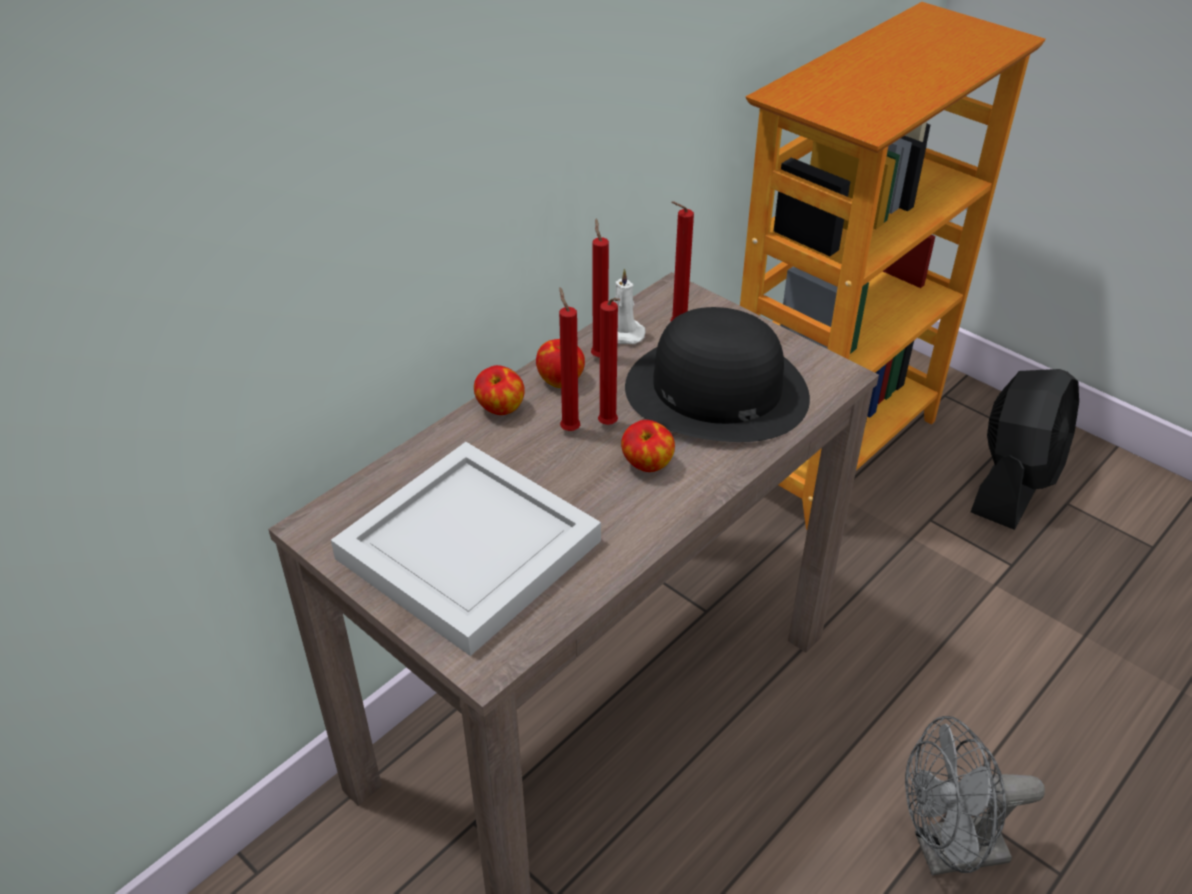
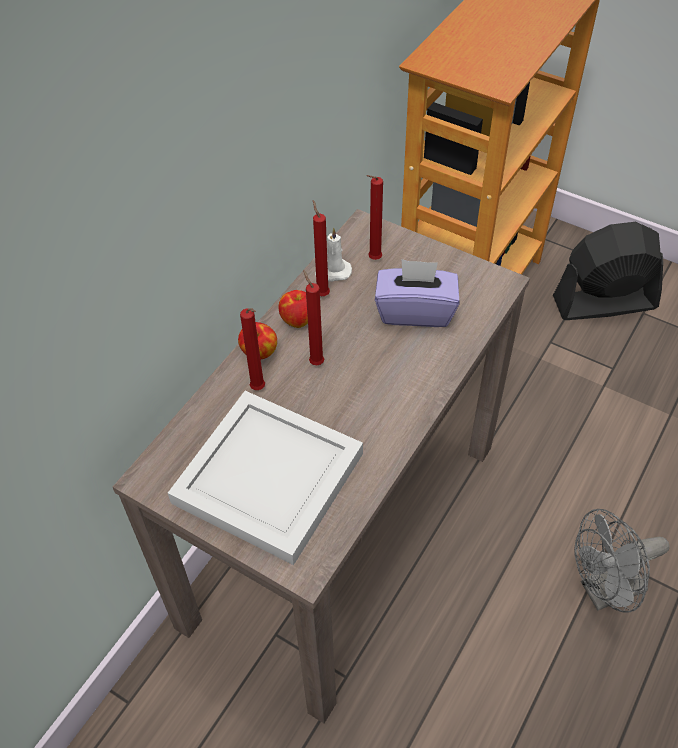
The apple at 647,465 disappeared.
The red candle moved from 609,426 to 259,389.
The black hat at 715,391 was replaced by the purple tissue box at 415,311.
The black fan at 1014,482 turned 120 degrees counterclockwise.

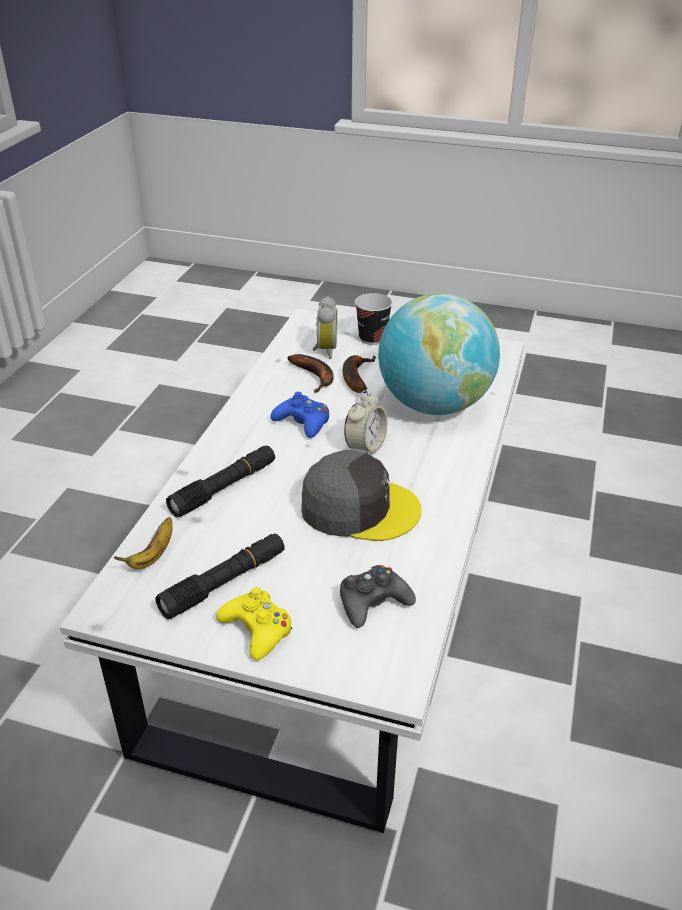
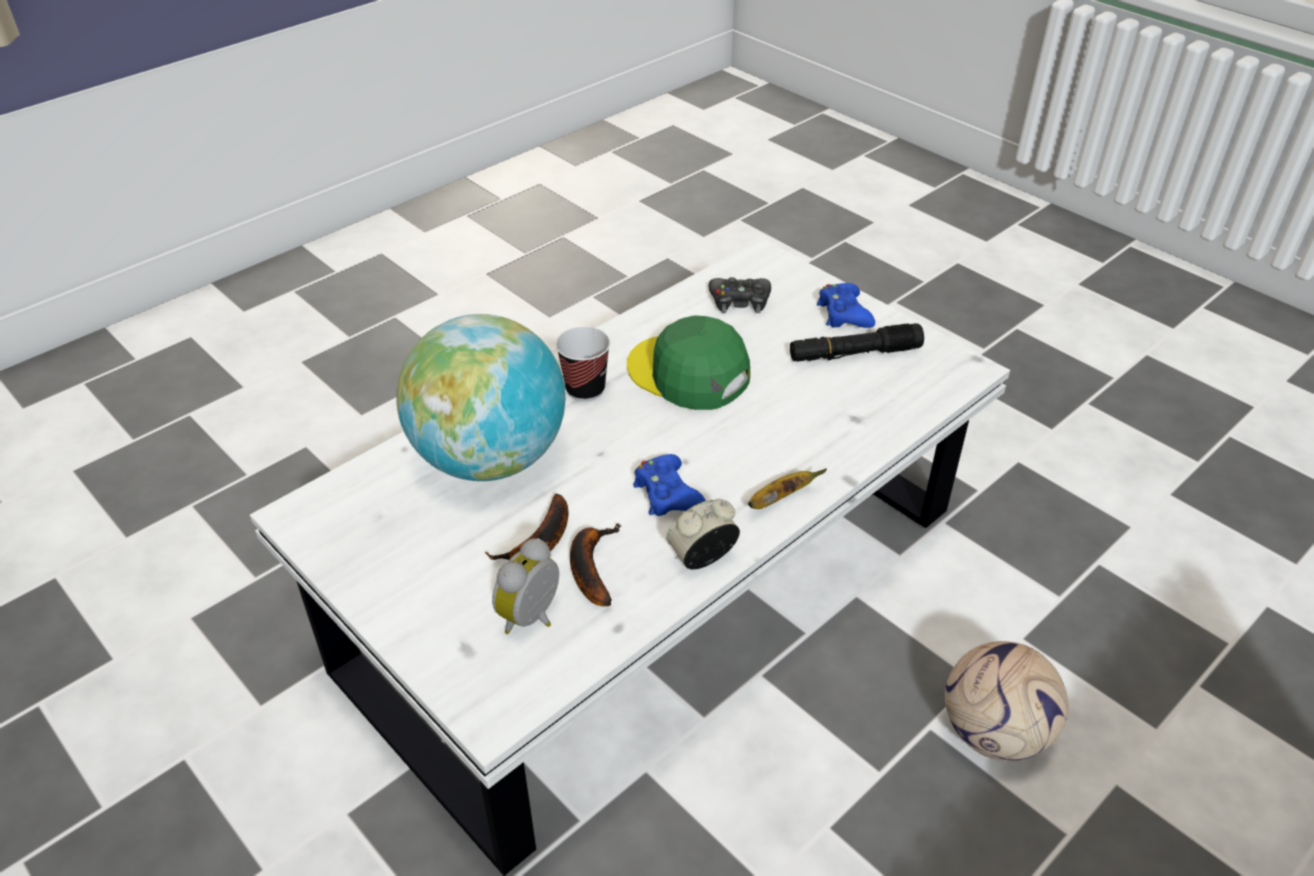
The black flashlight at 224,488 disappeared.
The football at 995,732 appeared.
The banana moved from 153,555 to 780,499.
The alarm clock moved from 365,447 to 702,558.
The cup moved from 372,338 to 585,390.
The yellow game controller at 257,629 became the blue game controller at 843,314.
The grey cap at 359,508 became the green cap at 688,373.

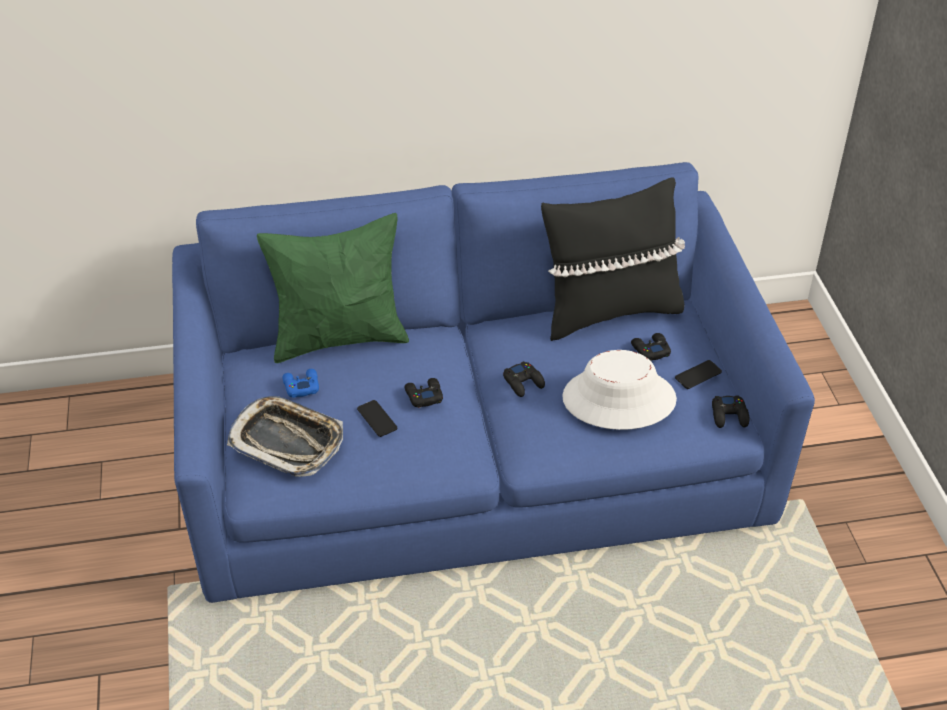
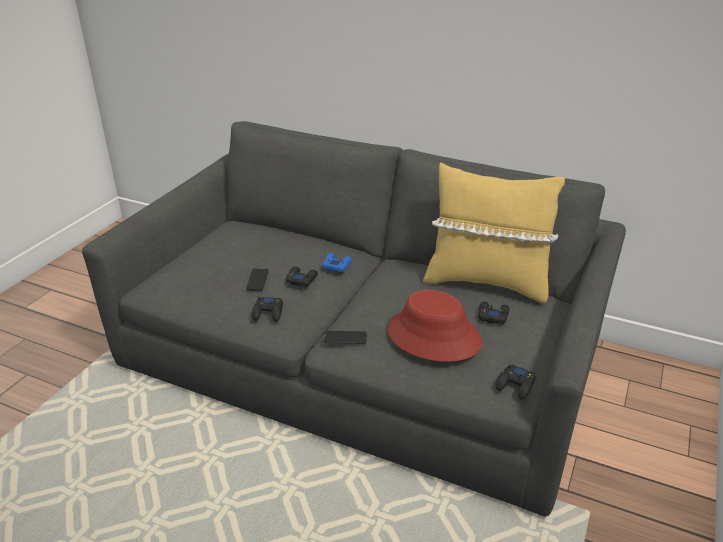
The tray at 287,441 disappeared.
The green pillow at 339,338 disappeared.
The blue game controller moved from 301,386 to 336,265.
The black game controller moved from 523,382 to 268,313.
The phone moved from 698,375 to 345,338.
The blue sofa at 474,449 became the grey sofa at 363,357.
The black pillow at 609,312 became the yellow pillow at 486,282.
The white hat at 619,399 became the red hat at 433,336.

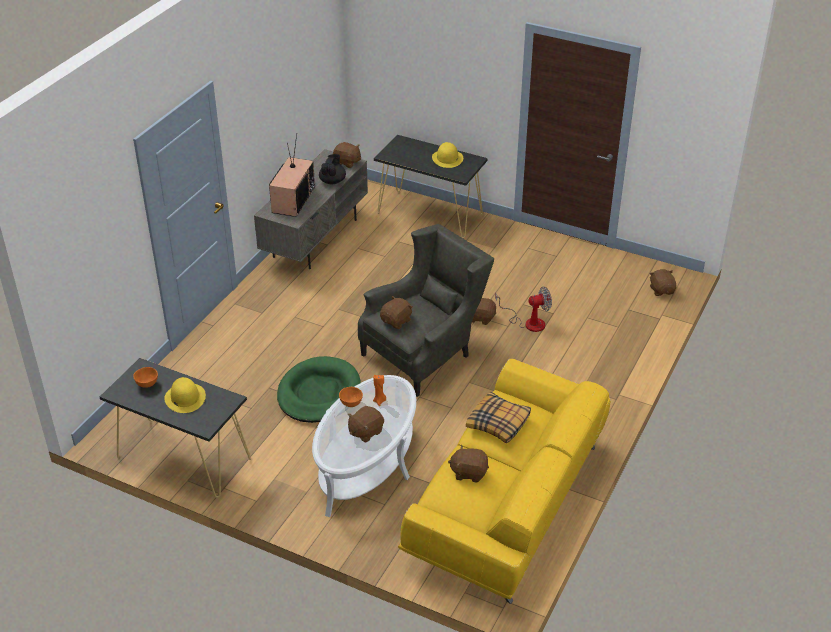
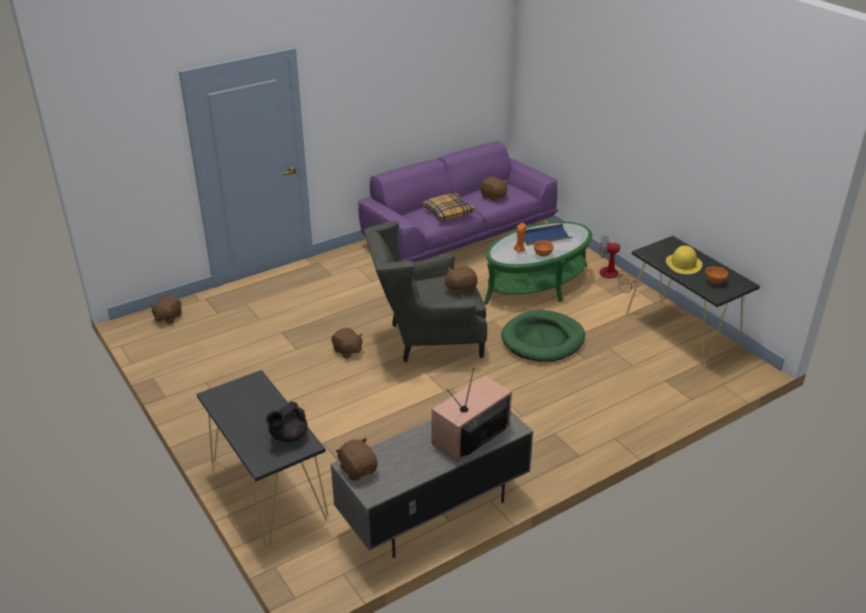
The yellow hat at 447,158 disappeared.
The black teapot moved from 332,181 to 288,436.
The fan moved from 528,322 to 612,276.
The brown plush toy at 365,432 was replaced by the blue tray at 544,237.
The white coffee table at 367,462 became the green coffee table at 536,284.
The yellow sofa at 507,503 became the purple sofa at 459,236.

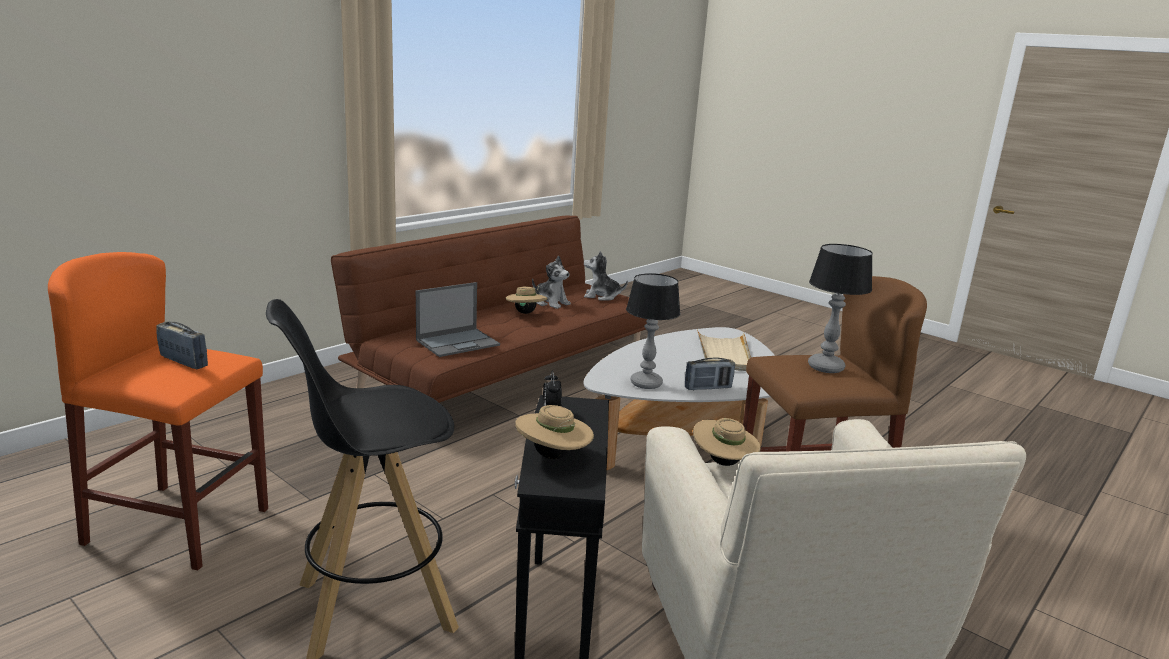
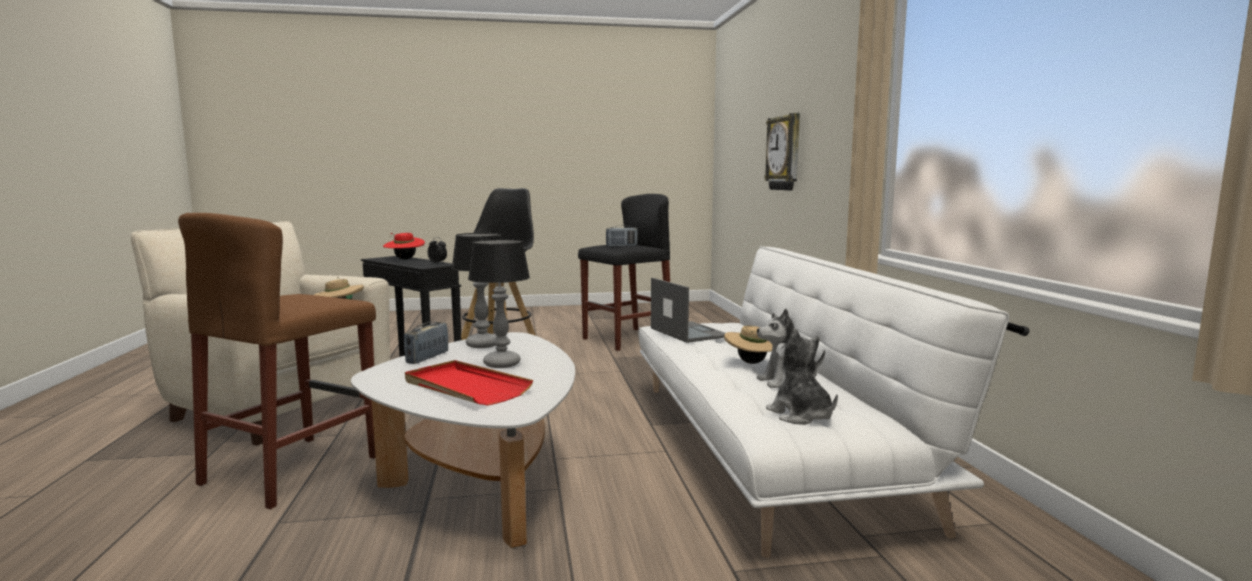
The wall clock at 785,153 appeared.
The table lamp moved from 825,367 to 502,364.
The orange stool at 179,526 became the black stool at 627,339.
The brown sofa at 506,373 became the white sofa at 767,445.
The beige hat at 553,456 became the red hat at 404,259.
The beige tray at 724,354 became the red tray at 465,387.
The laptop at 458,342 turned 150 degrees clockwise.
The plush toy at 601,296 turned 75 degrees counterclockwise.

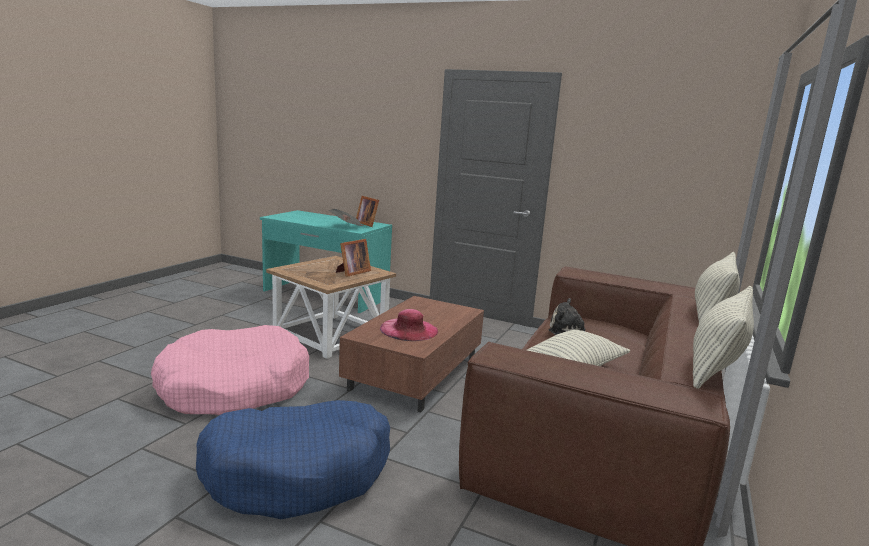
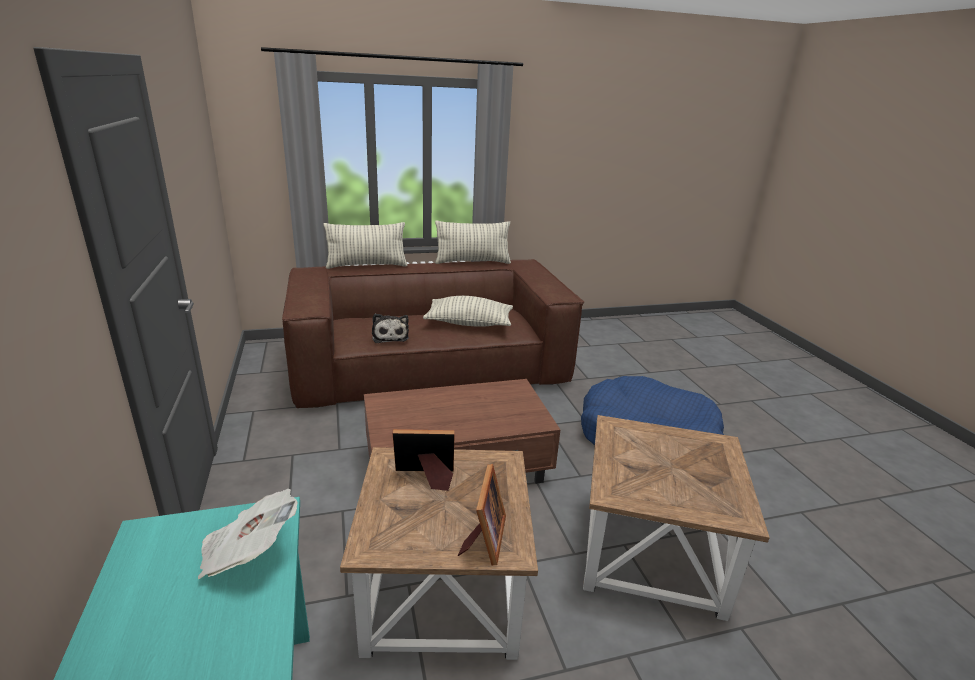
The pink hat at 409,329 disappeared.
The picture frame moved from 367,224 to 484,539.
The pink dog bed at 234,387 was replaced by the brown side table at 649,553.

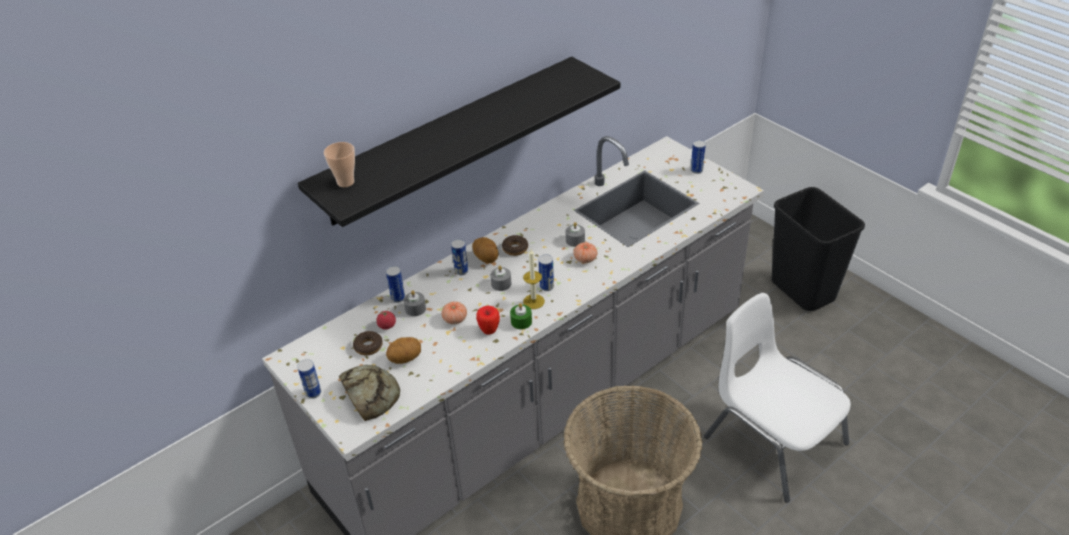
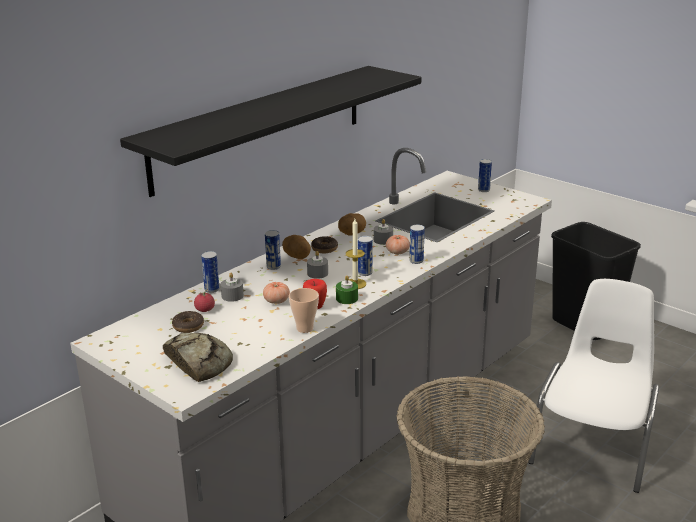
The can moved from 313,393 to 416,261.
The cup moved from 345,182 to 304,328.
The potato moved from 405,358 to 351,234.
The white chair at 772,440 turned 75 degrees clockwise.

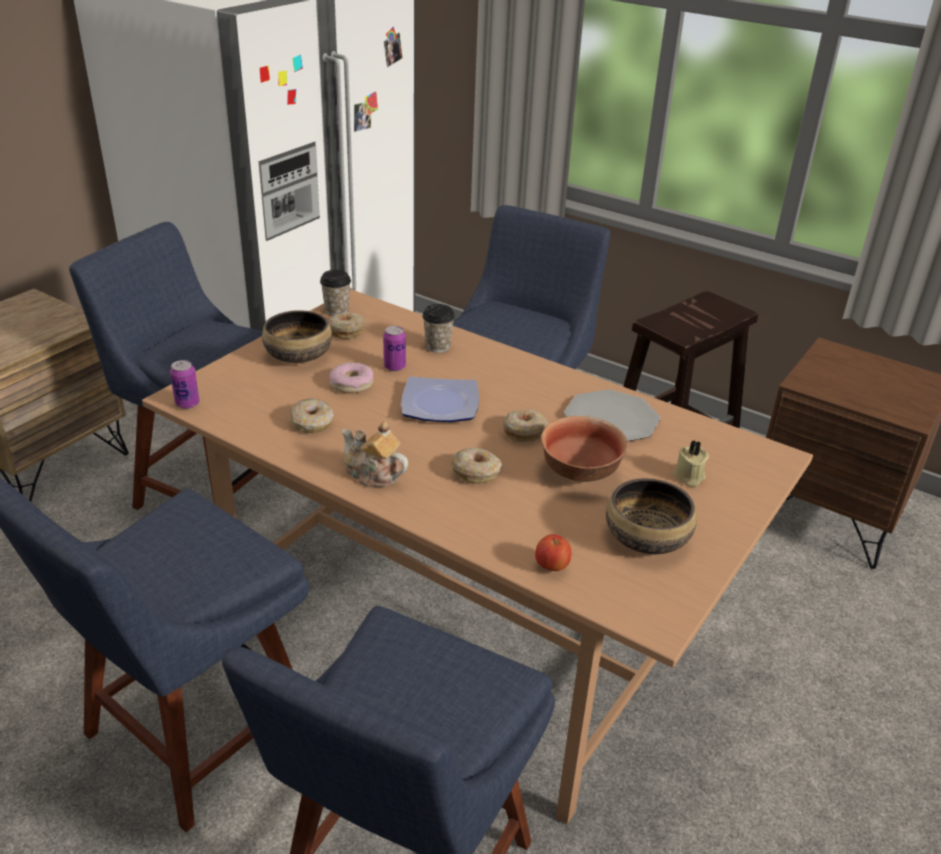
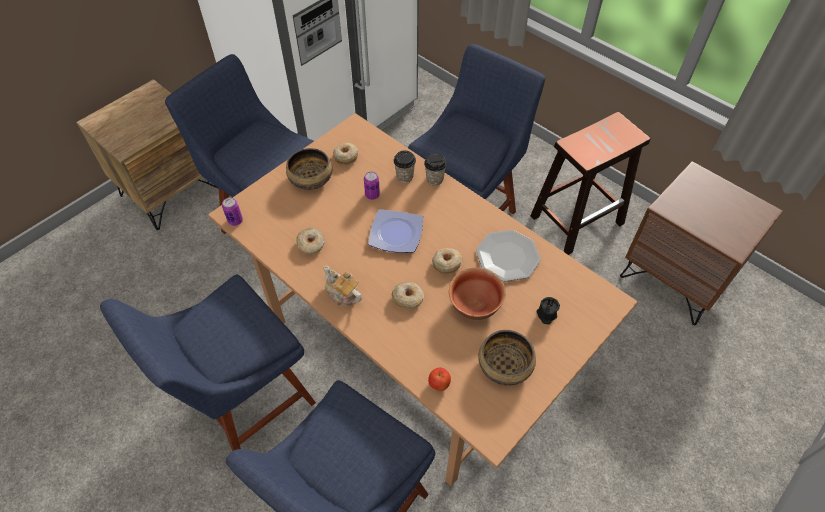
The donut at 351,384 disappeared.
The cup moved from 336,310 to 434,179.
The beige candle at 688,477 became the black candle at 546,315.

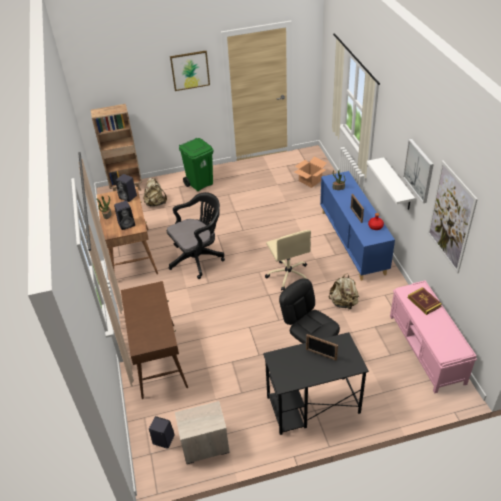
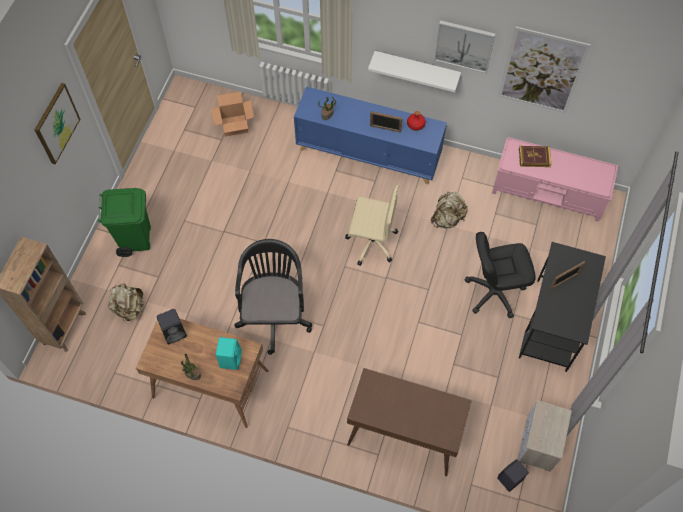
The black speaker at 127,224 became the turquoise speaker at 230,358.

